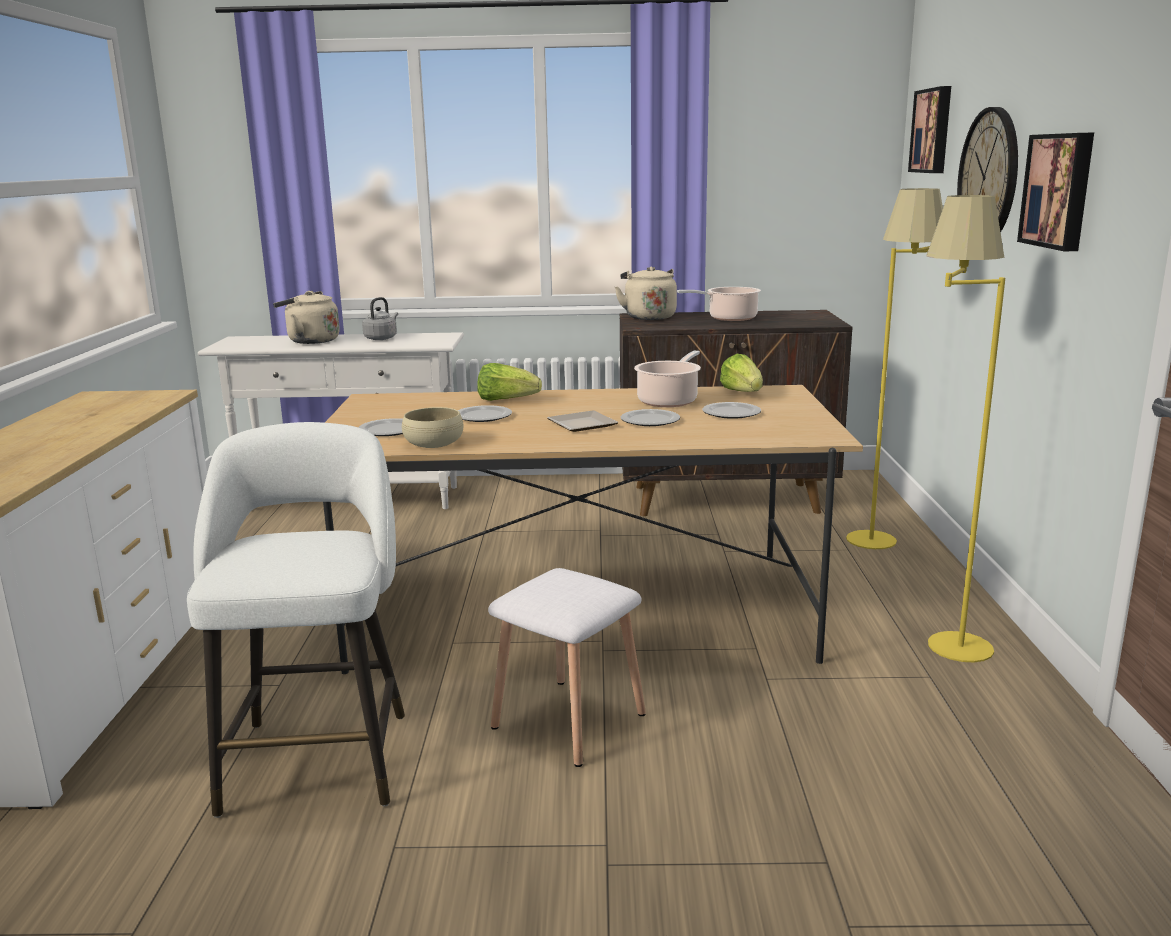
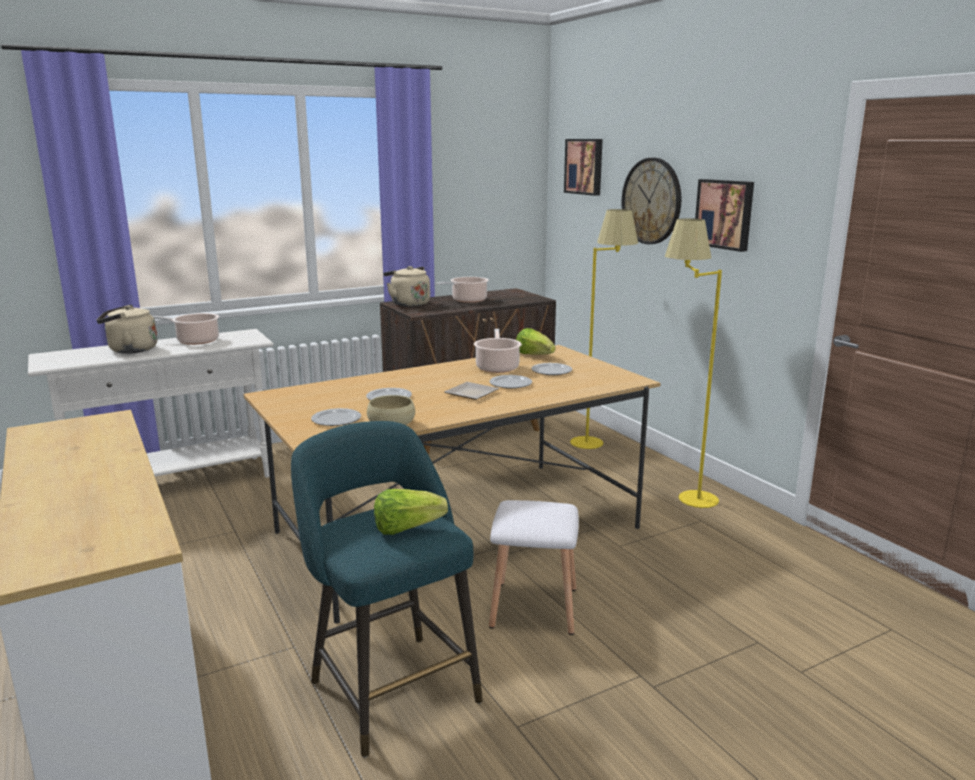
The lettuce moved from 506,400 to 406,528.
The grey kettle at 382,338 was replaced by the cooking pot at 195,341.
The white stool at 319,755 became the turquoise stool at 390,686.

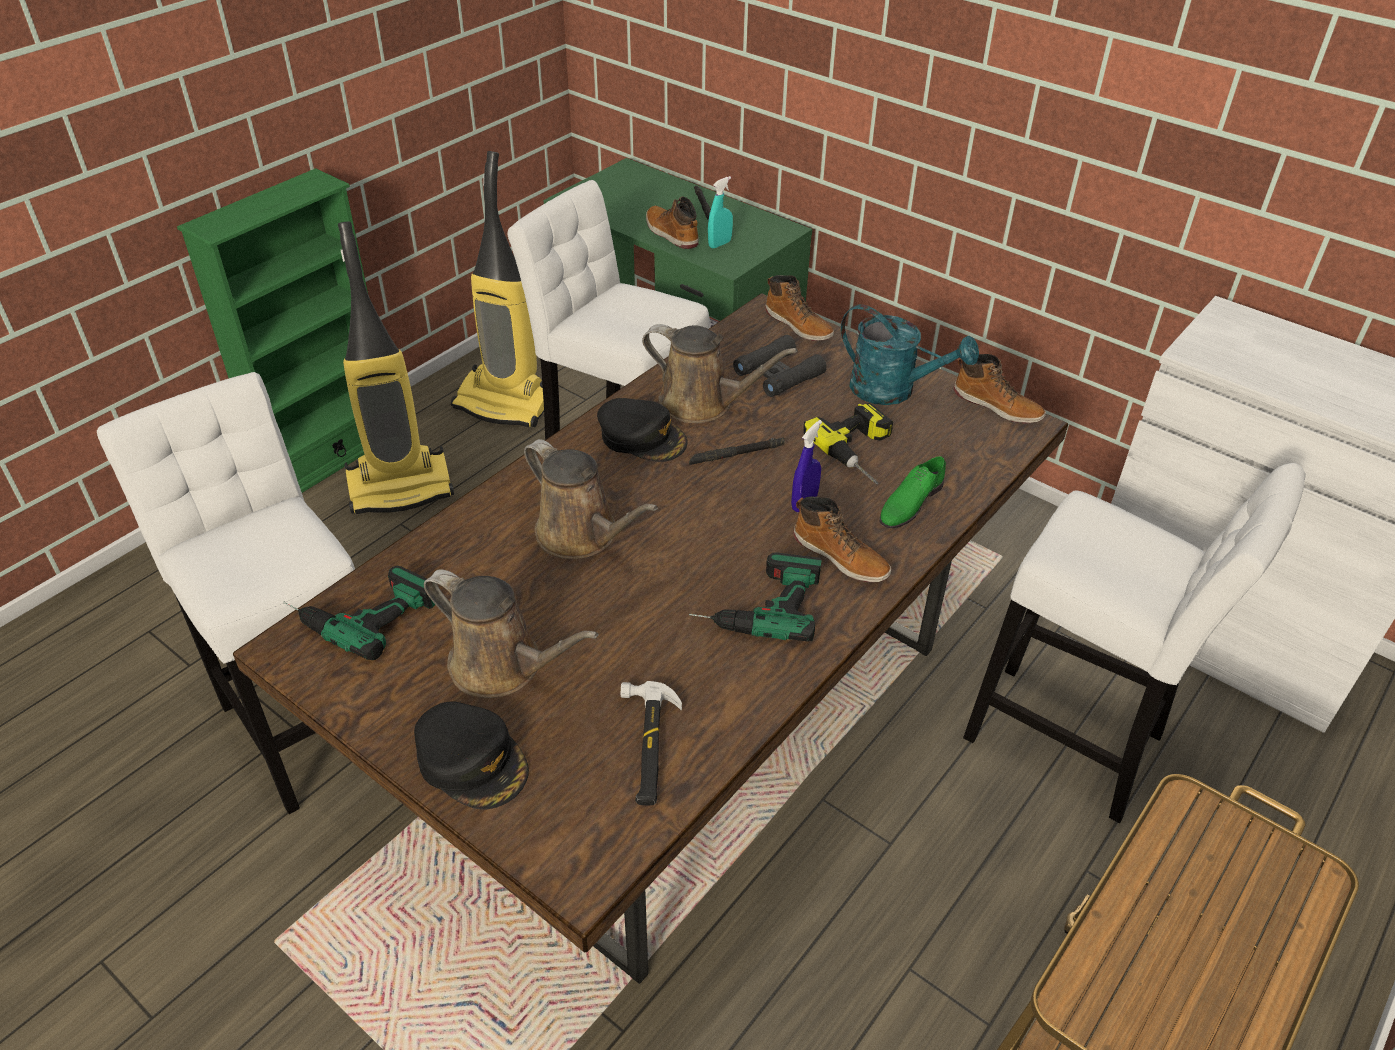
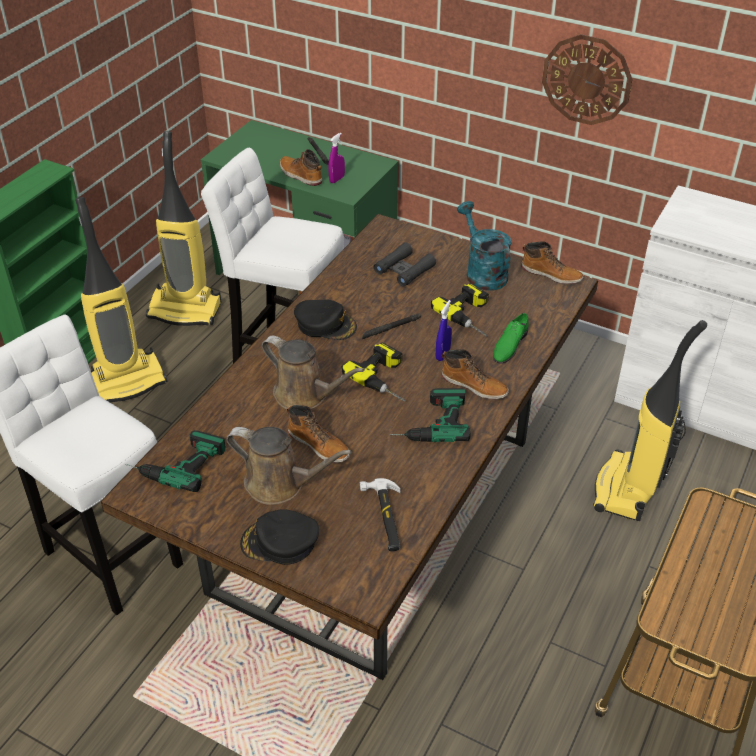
The brown watering can at 702,403 disappeared.
The power drill at 387,378 appeared.
The wall clock at 586,80 appeared.
The boot moved from 799,325 to 319,445.
The white stool at 1073,744 was replaced by the vacuum cleaner at 627,489.
The turquoise spray bottle at 719,244 became the purple spray bottle at 337,179.
The black cap at 472,761 turned 150 degrees clockwise.
The turquoise watering can at 893,391 turned 135 degrees counterclockwise.

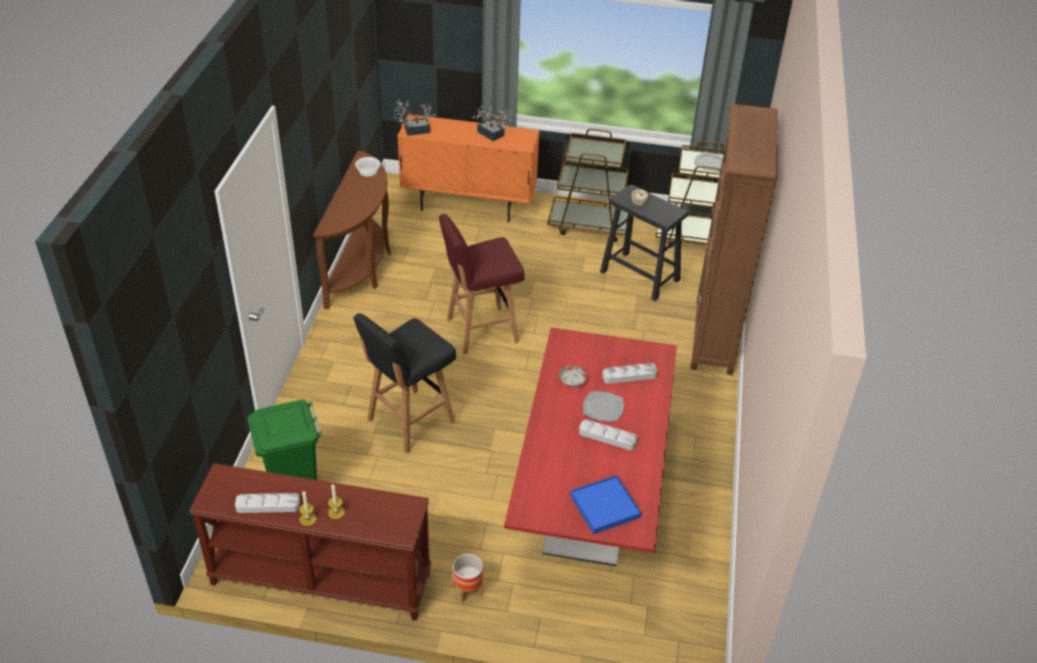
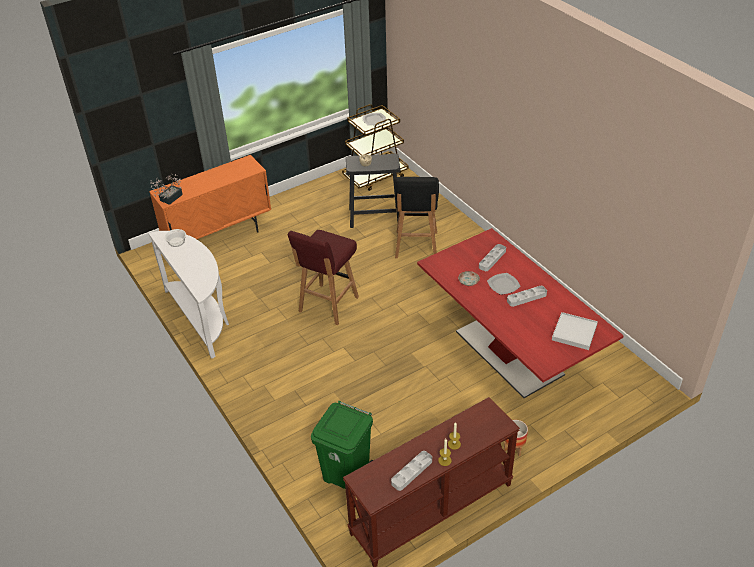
The potted plant at 492,135 disappeared.
The brown cart at 589,224 disappeared.
The brown bookcase at 713,337 disappeared.
The black stool moved from 409,422 to 416,246.
The brown console table at 362,268 became the white console table at 202,317.
The blue tray at 605,506 became the white tray at 574,332.

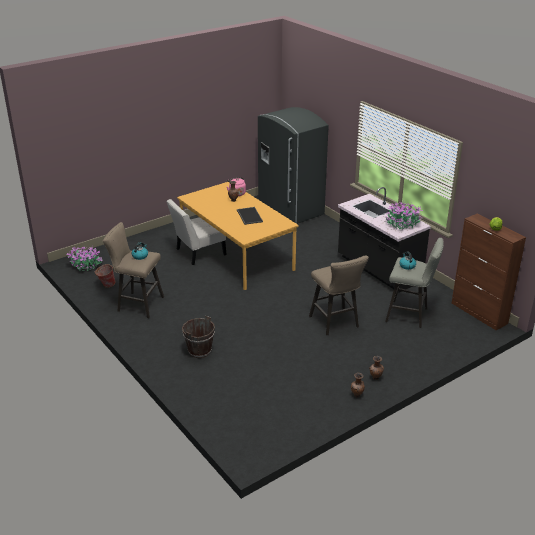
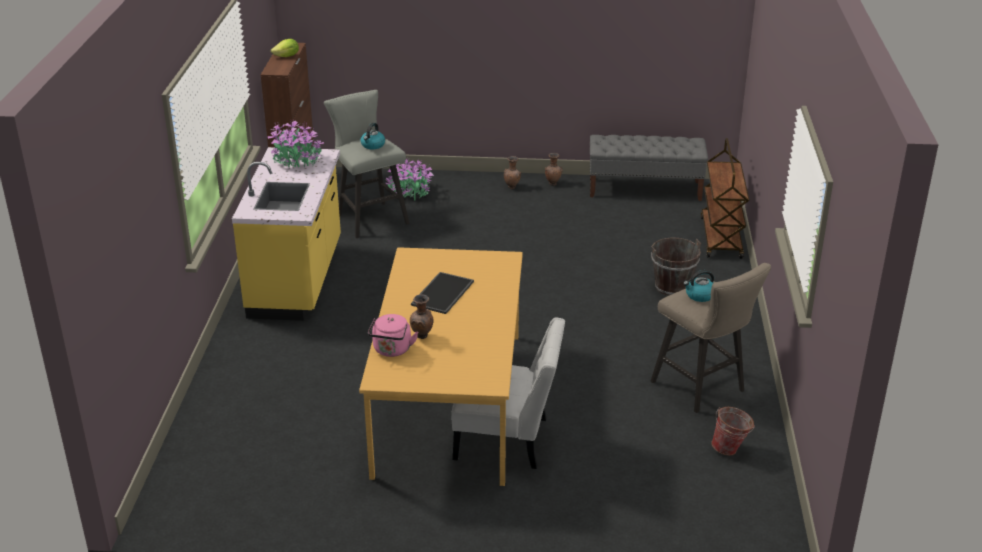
The grey fridge at 289,210 disappeared.
The beige stool at 336,323 disappeared.
The grey bench at 645,189 appeared.
The brown cart at 721,238 appeared.
The potted plant moved from 86,266 to 409,193.
The black counter at 378,270 became the yellow counter at 297,279.

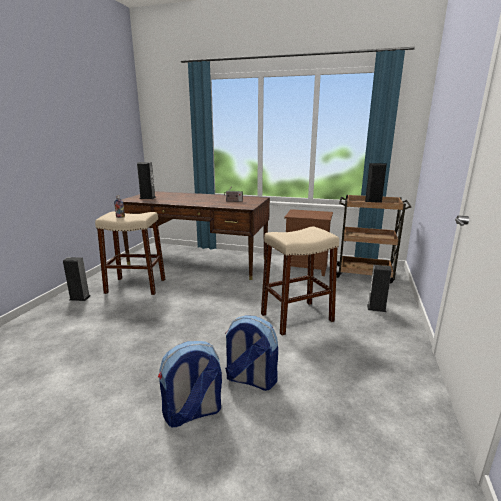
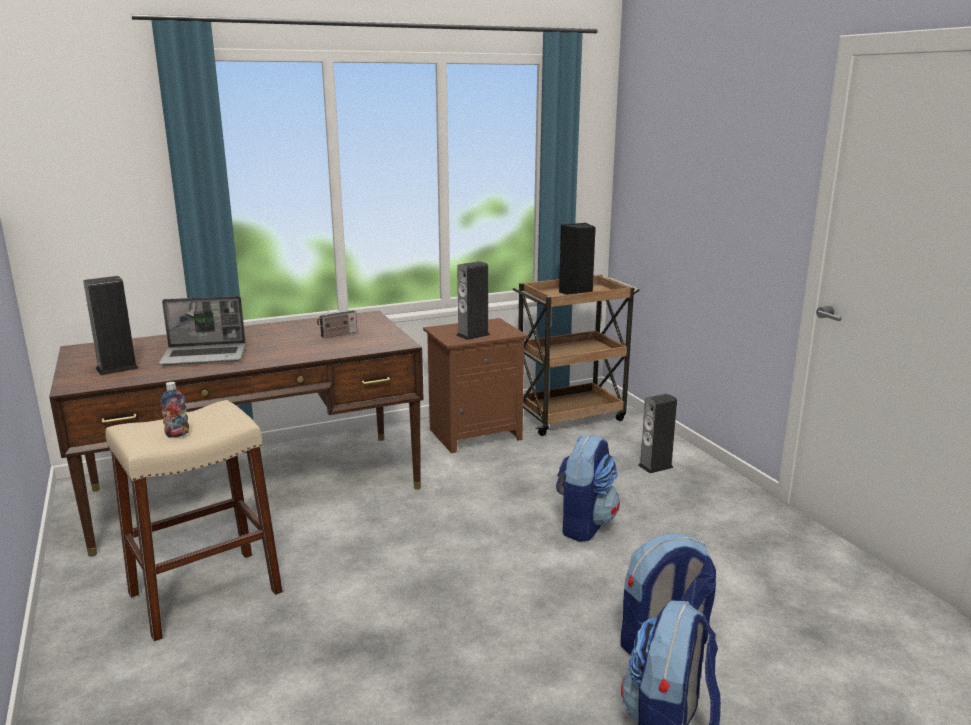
The laptop at 205,356 appeared.
The speaker moved from 80,298 to 473,335.
The beige stool at 297,317 was replaced by the backpack at 584,524.

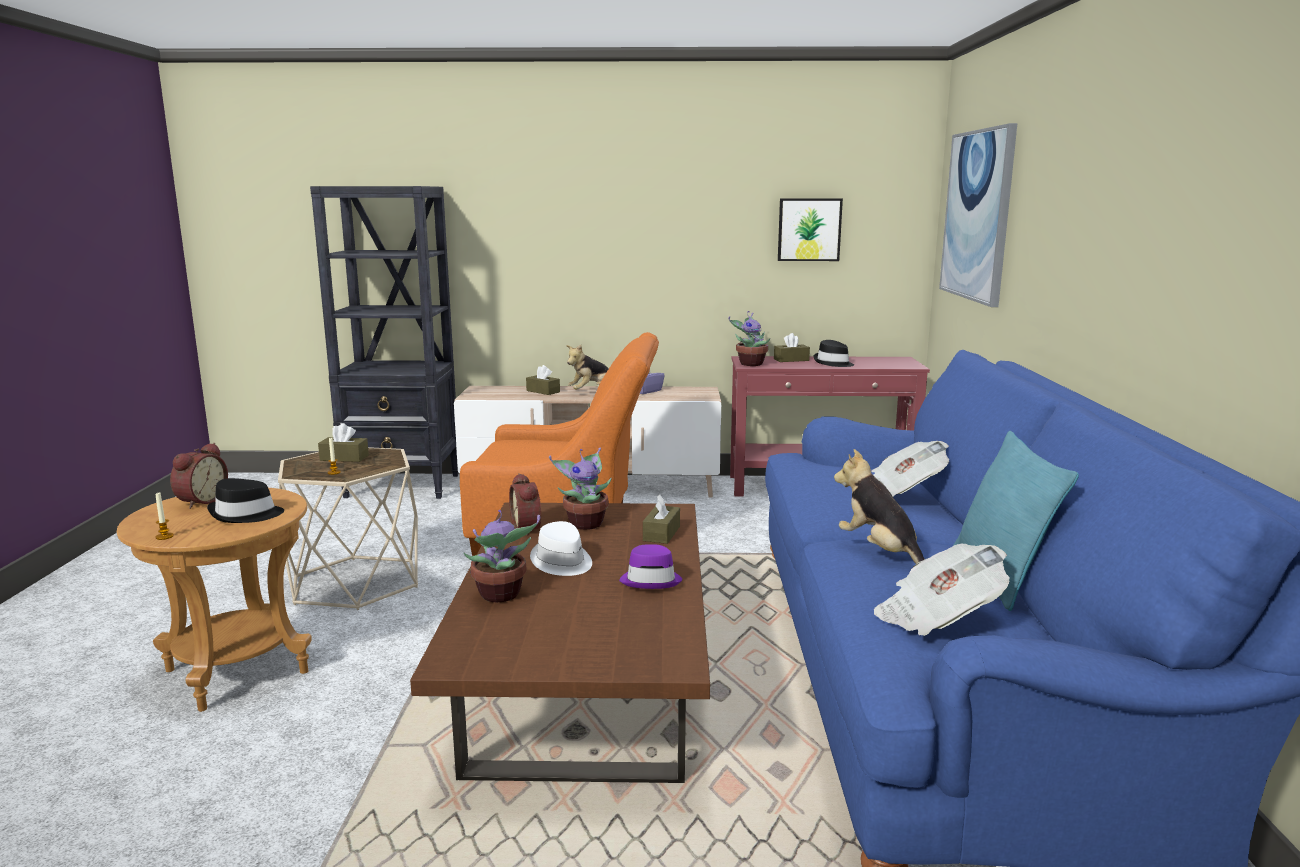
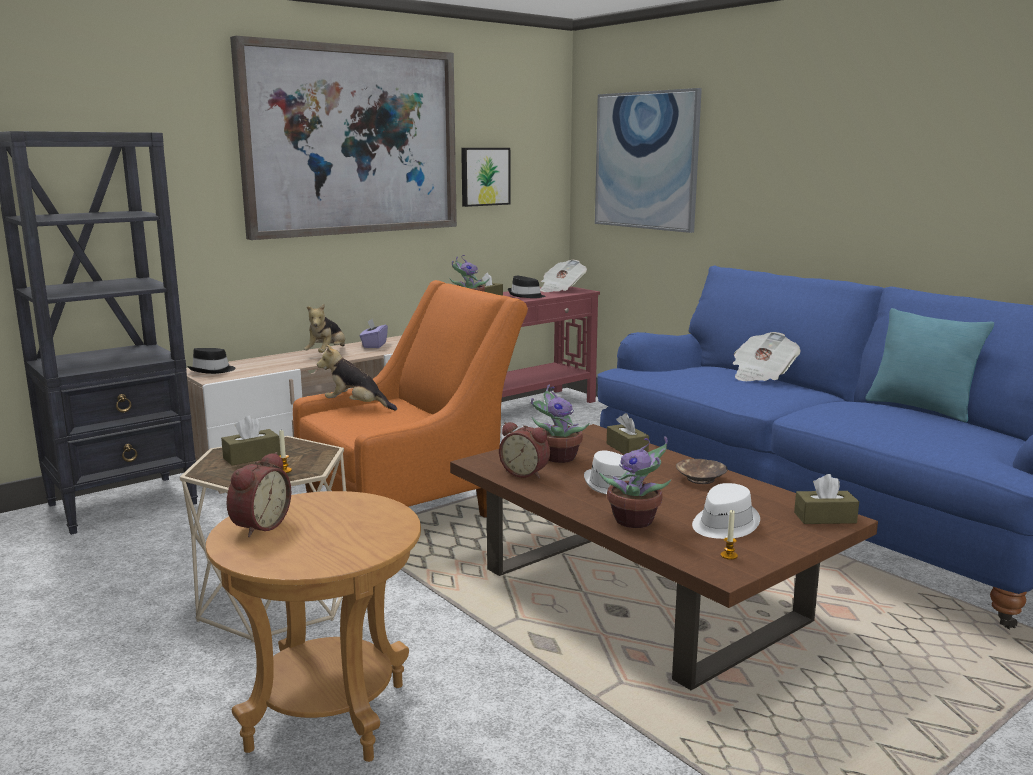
The picture at 352,141 appeared.
The white hat at 723,524 appeared.
The candle moved from 164,536 to 729,555.
The black hat moved from 246,515 to 212,371.
The brown tissue box moved from 543,391 to 825,518.
The plush toy moved from 880,552 to 357,406.
The newspaper moved from 937,617 to 561,289.
The purple hat at 651,580 was replaced by the brown bowl at 700,479.
The alarm clock at 200,501 turned 45 degrees clockwise.

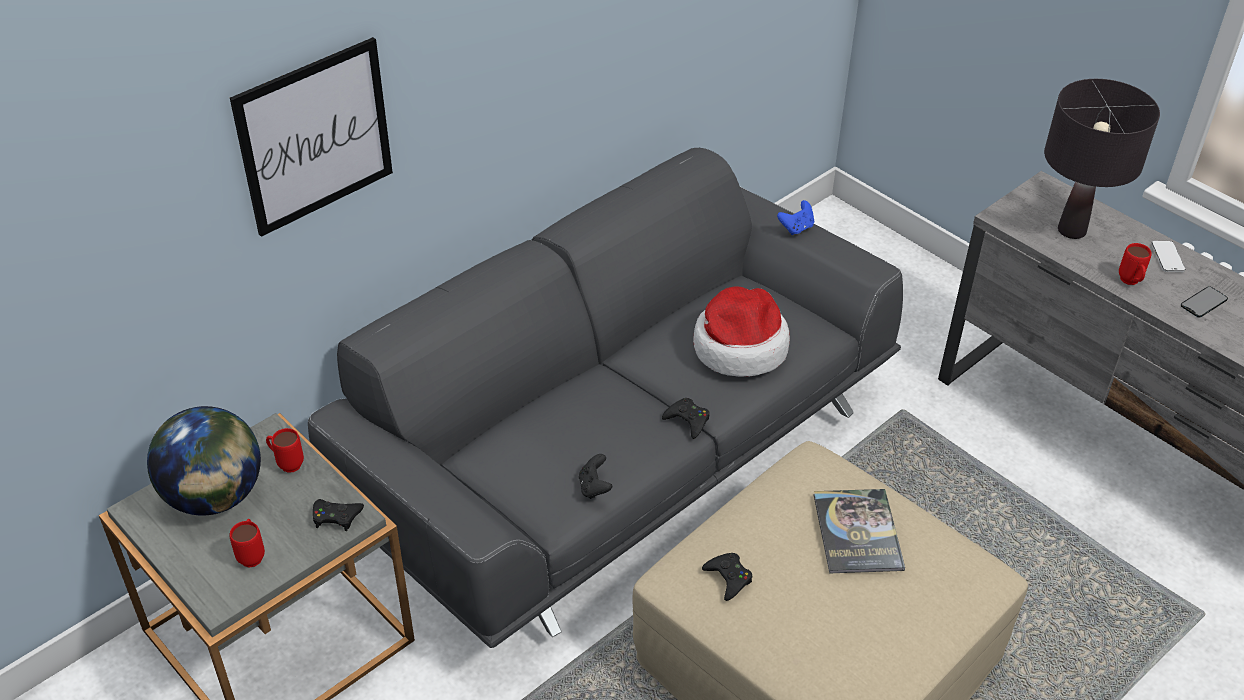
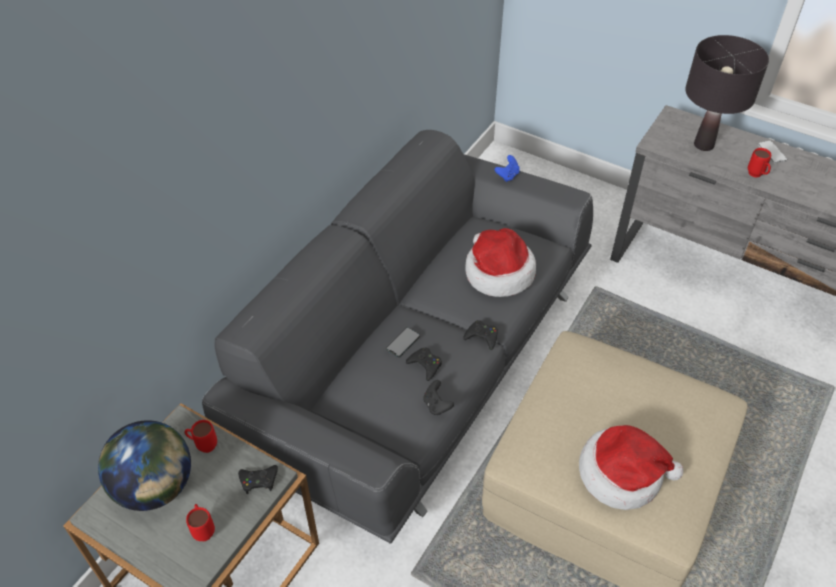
The picture at 315,136 disappeared.
The book at 857,532 disappeared.
The hat at 622,474 appeared.
The black game controller moved from 728,578 to 425,365.
The phone moved from 1203,302 to 403,342.

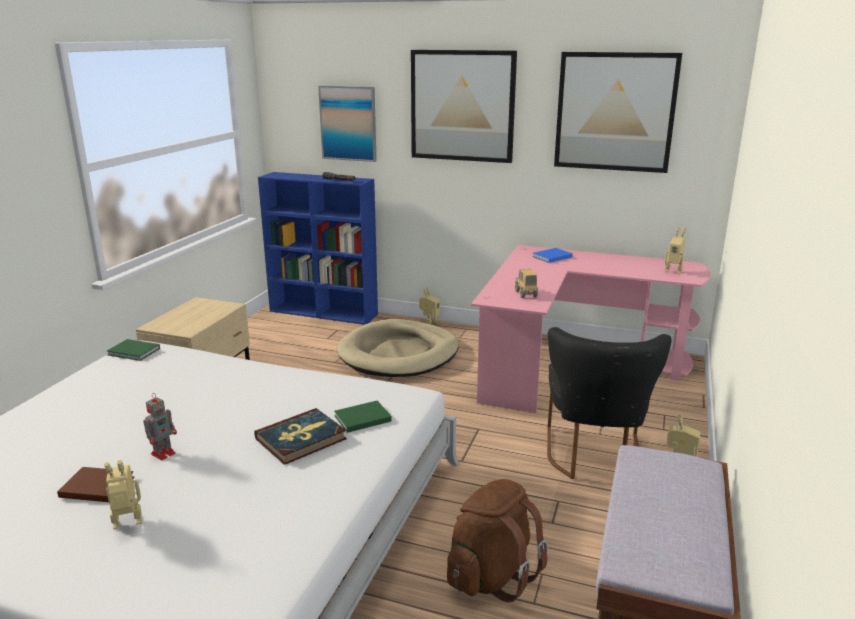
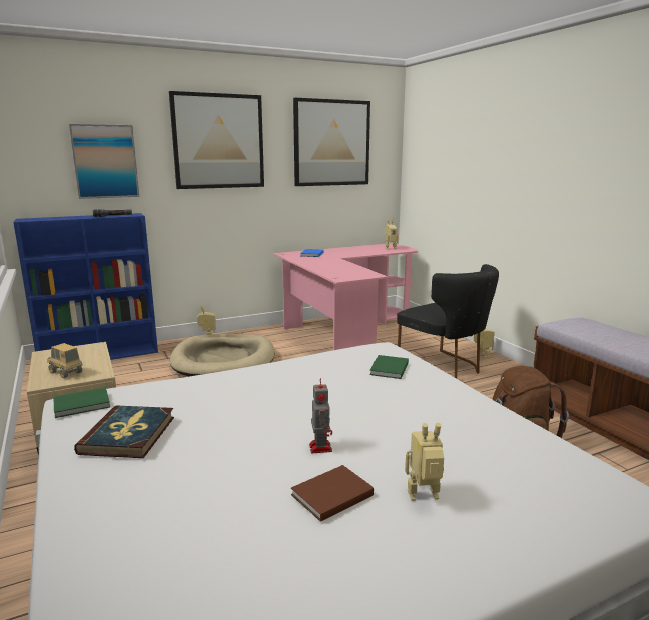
The book moved from 301,439 to 128,435.
The toy truck moved from 526,294 to 66,373.
The toy robot at 127,525 turned 60 degrees clockwise.

